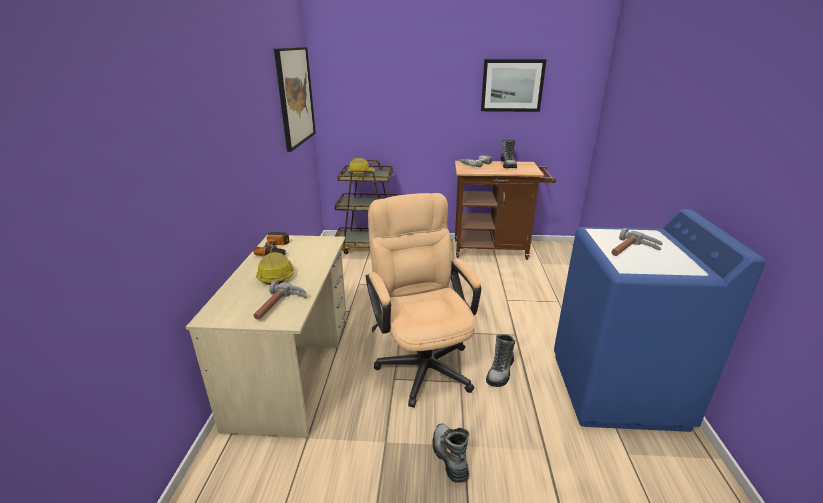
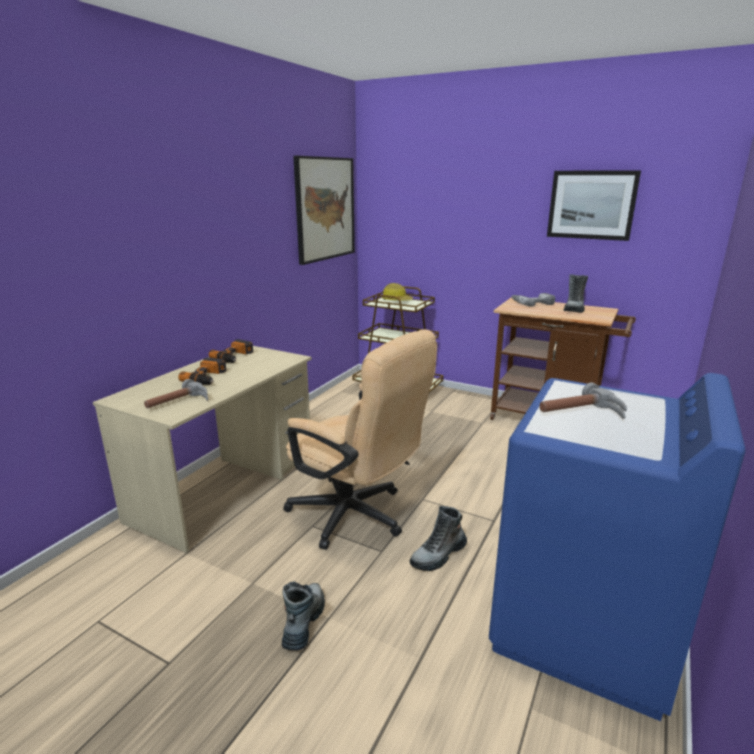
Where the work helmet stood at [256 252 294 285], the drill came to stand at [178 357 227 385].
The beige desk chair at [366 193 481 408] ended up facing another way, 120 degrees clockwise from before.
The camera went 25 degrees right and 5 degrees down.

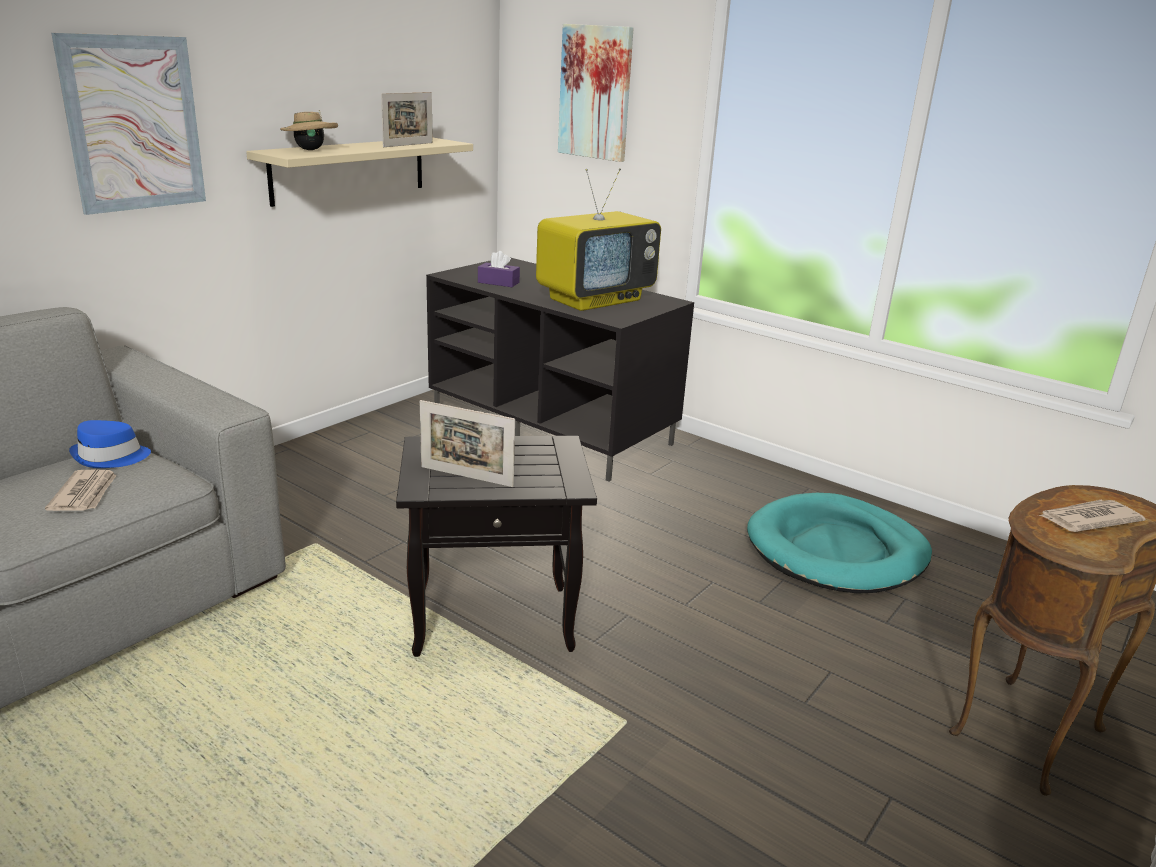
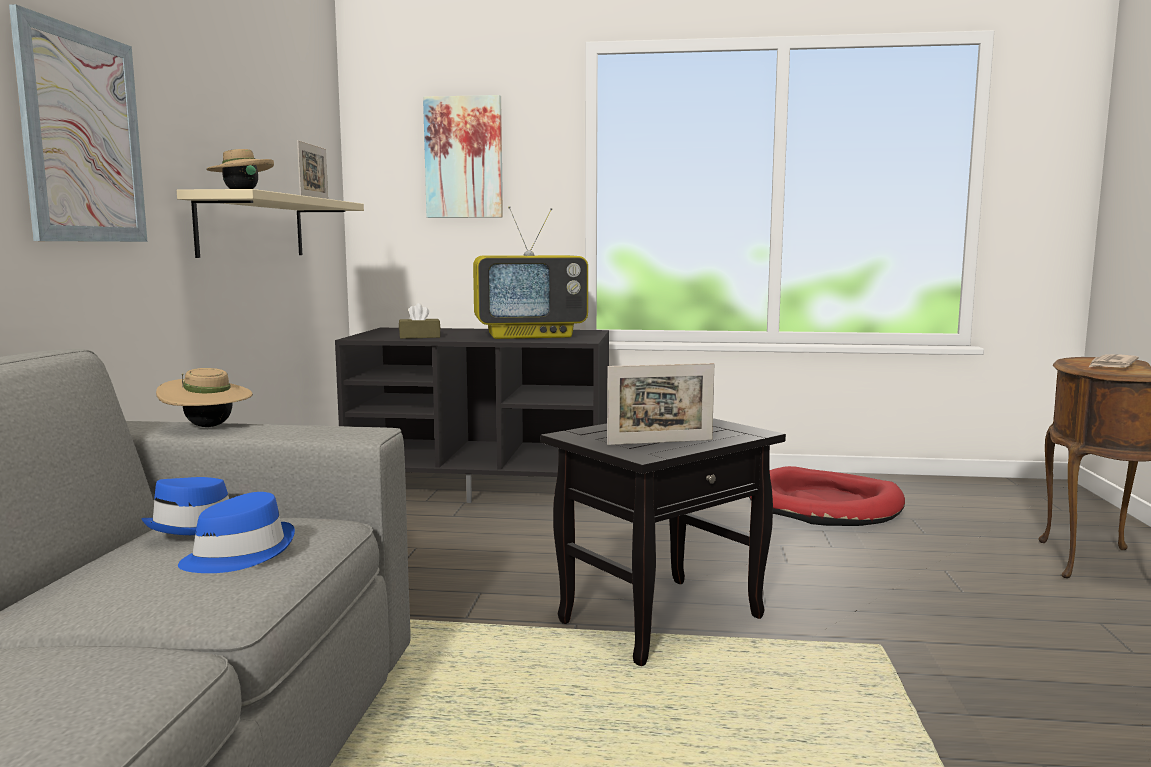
The second view gained the beige wearable hat at [156 368 253 427].
Where the daily paper stood at [45 469 117 511], the blue-coloured wearable hat came to stand at [178 492 295 573].
What was the purple tissue holder at [478 251 520 287] turned into the brown tissue holder at [399 303 440 339].
What was the turquoise dog bed at [747 493 932 594] turned into the red-coloured dog bed at [749 466 905 526].
The TV set at [536 168 661 311] ended up facing another way, 60 degrees clockwise from before.
The camera went 30 degrees left and 15 degrees down.

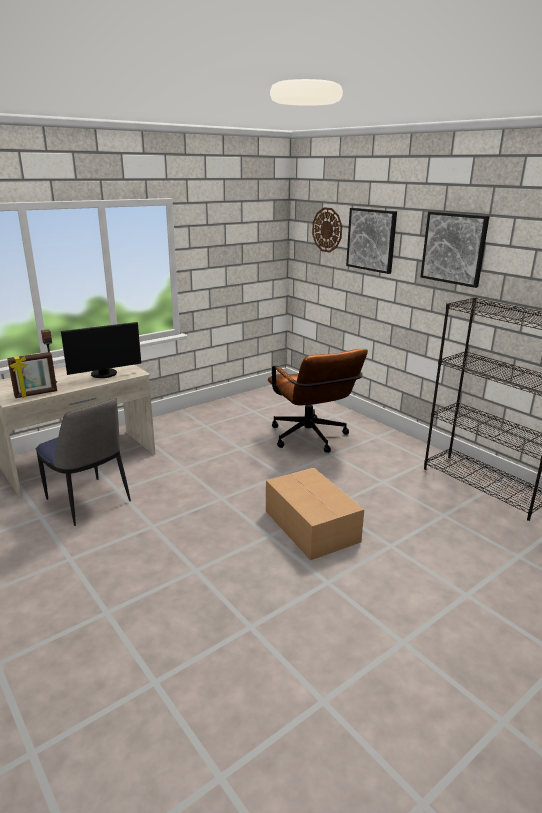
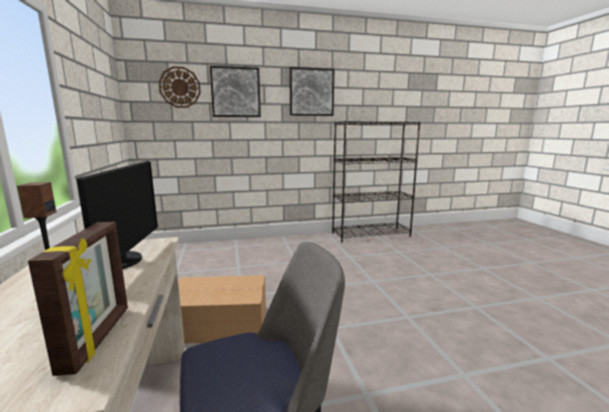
The second view lost the brown desk chair at [268 349 368 453].
The cardboard box ended up elsewhere, having gone from [266 468 364 560] to [178 275 266 344].
The camera went 65 degrees left and 10 degrees down.

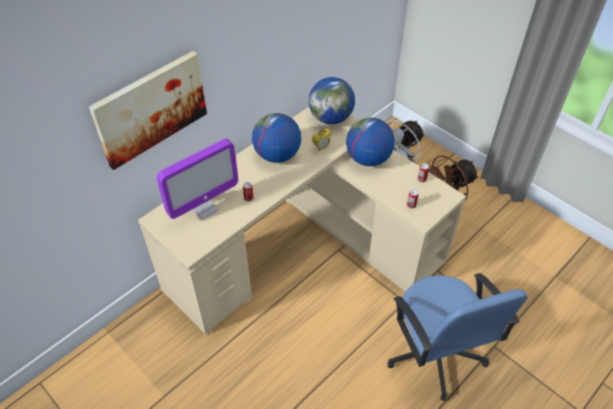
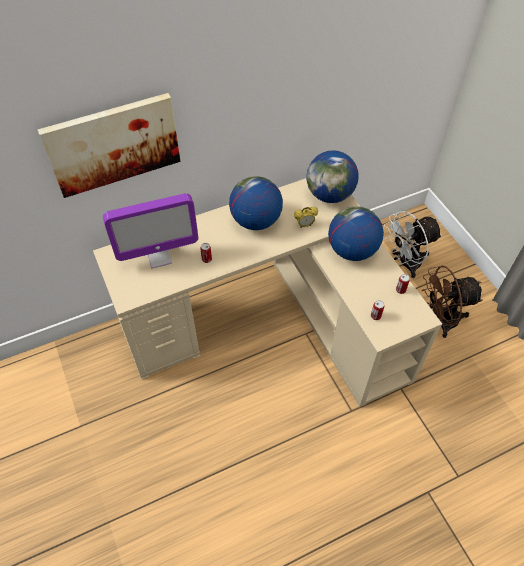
The second view lost the blue-coloured desk chair at [387 273 527 401].
The camera went 20 degrees right and 5 degrees up.

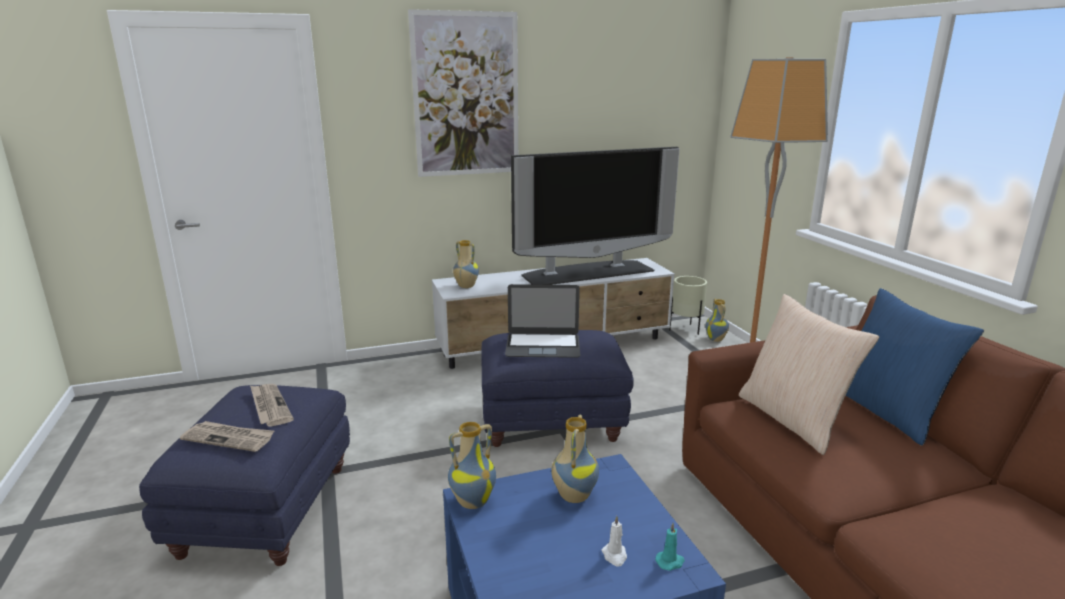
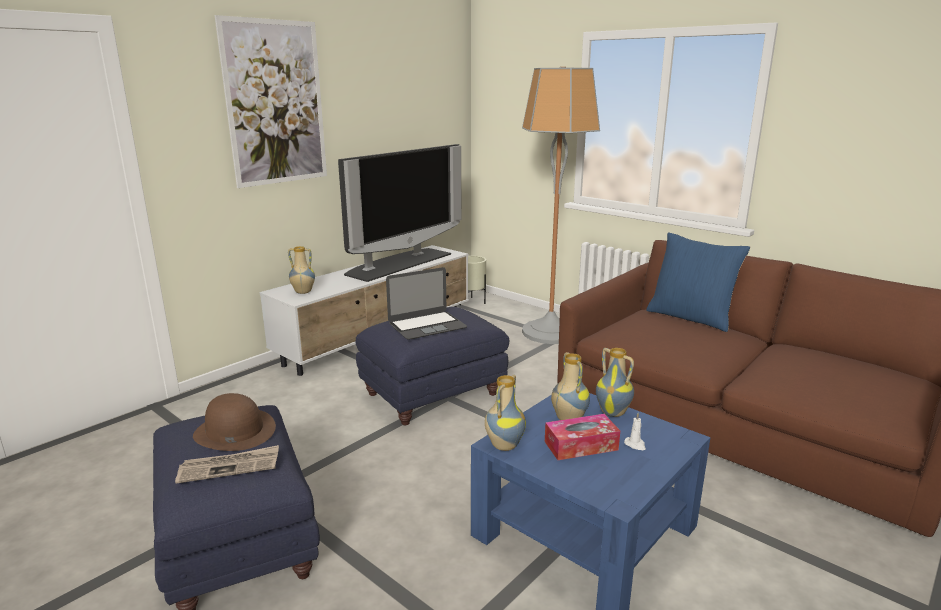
The second view lost the turquoise candle at [655 523 685 571].
The second view lost the beige throw pillow at [739 294 879 455].
The second view gained the tissue holder at [545 414 620 460].
The decorative vase ended up elsewhere, having gone from [705 299 729 342] to [596 348 634 417].
Where the daily paper stood at [250 384 294 427], the brown wearable hat came to stand at [193 393 276 451].
The camera went 30 degrees left and 0 degrees up.

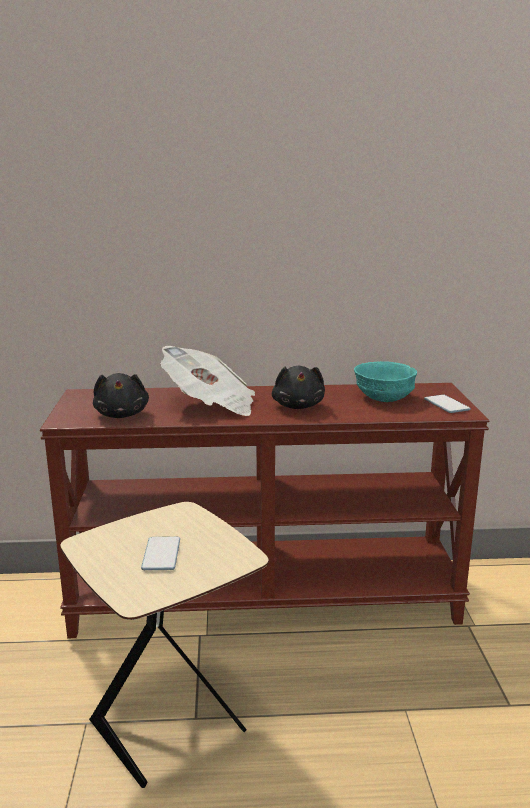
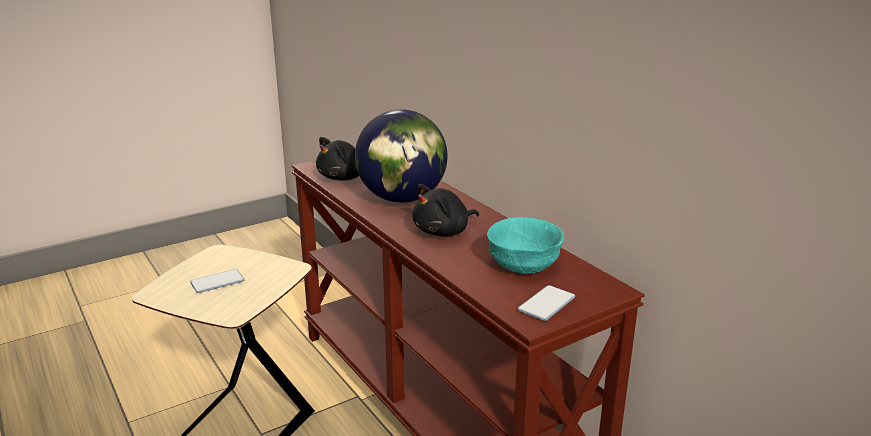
Where the daily paper stood at [160 346 255 416], the world globe came to stand at [355 109 447 203].
The camera went 60 degrees right and 5 degrees up.

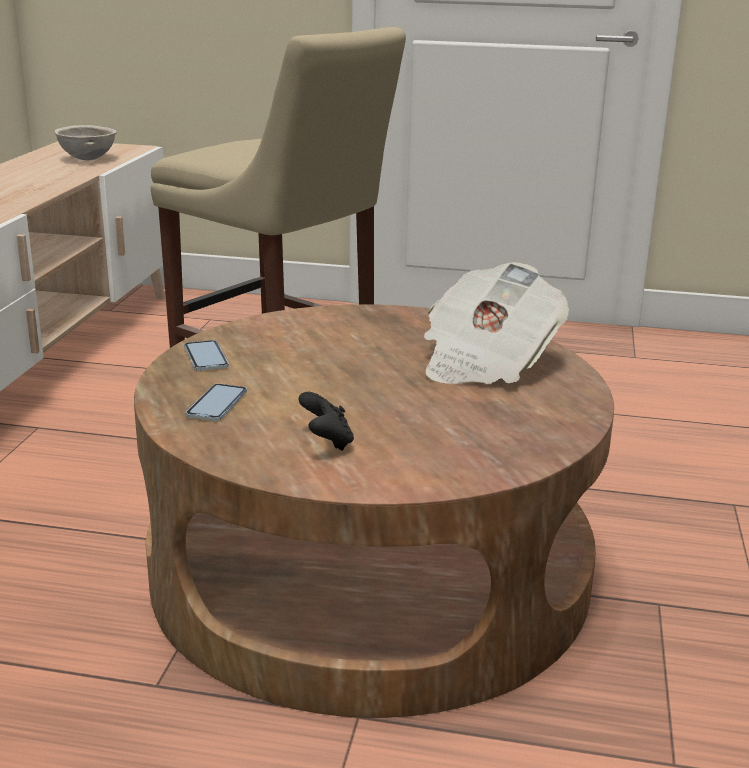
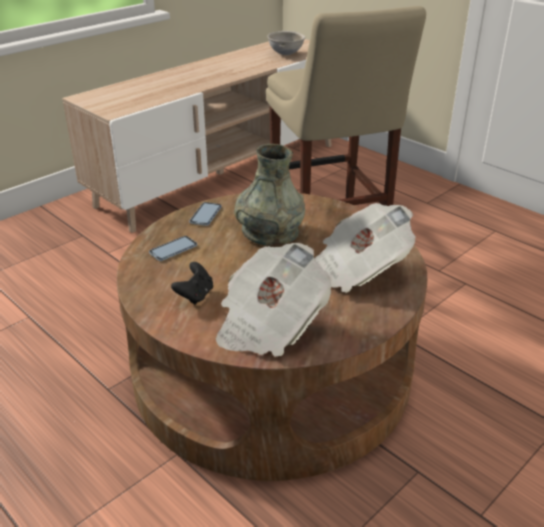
The second view gained the daily paper at [216 243 331 357].
The second view gained the greyish decorative vase at [234 144 305 246].
The camera went 35 degrees right and 10 degrees up.

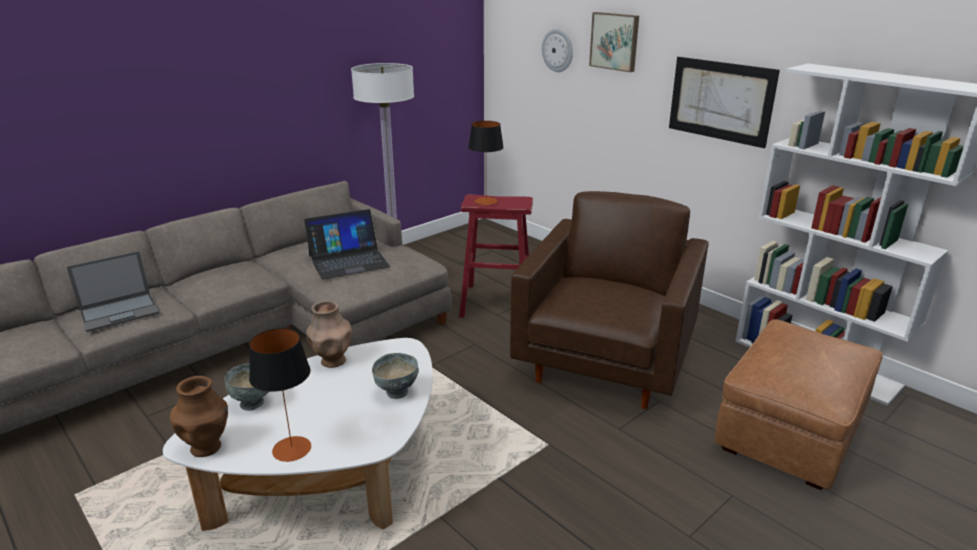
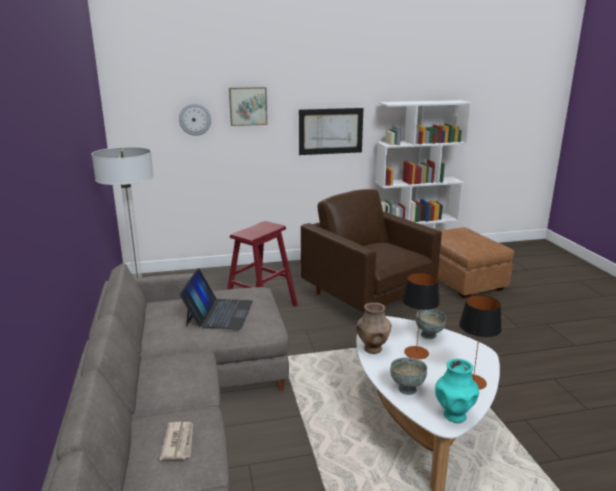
The tabletop lamp ended up elsewhere, having gone from [468 121 504 205] to [402 273 440 359].
Where the portable computer stood at [66 251 159 332], the daily paper came to stand at [160 422 193 460].
What was the brown decorative vase at [170 376 228 457] turned into the turquoise decorative vase at [435 359 479 423].
The camera went 60 degrees left and 5 degrees down.

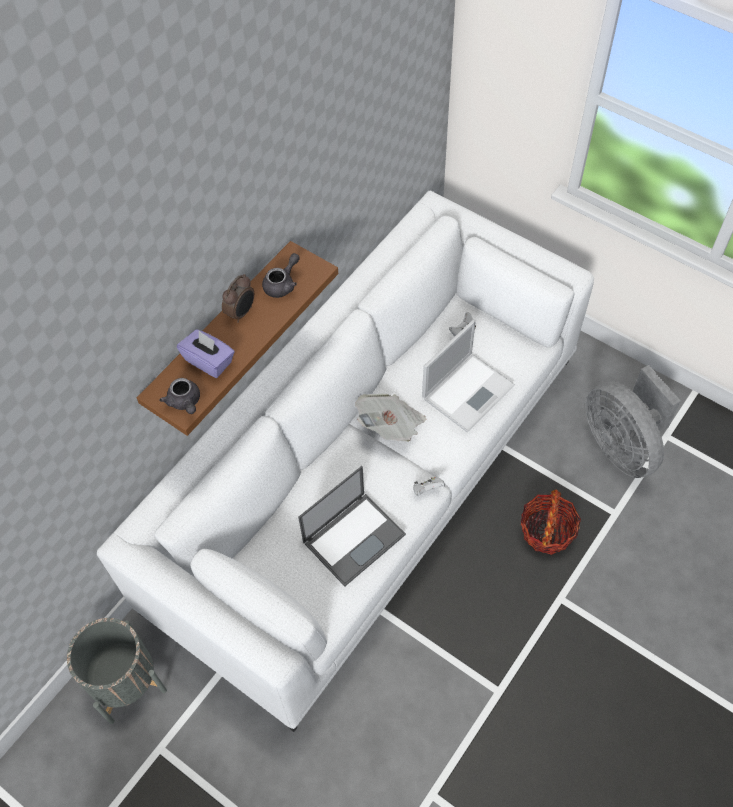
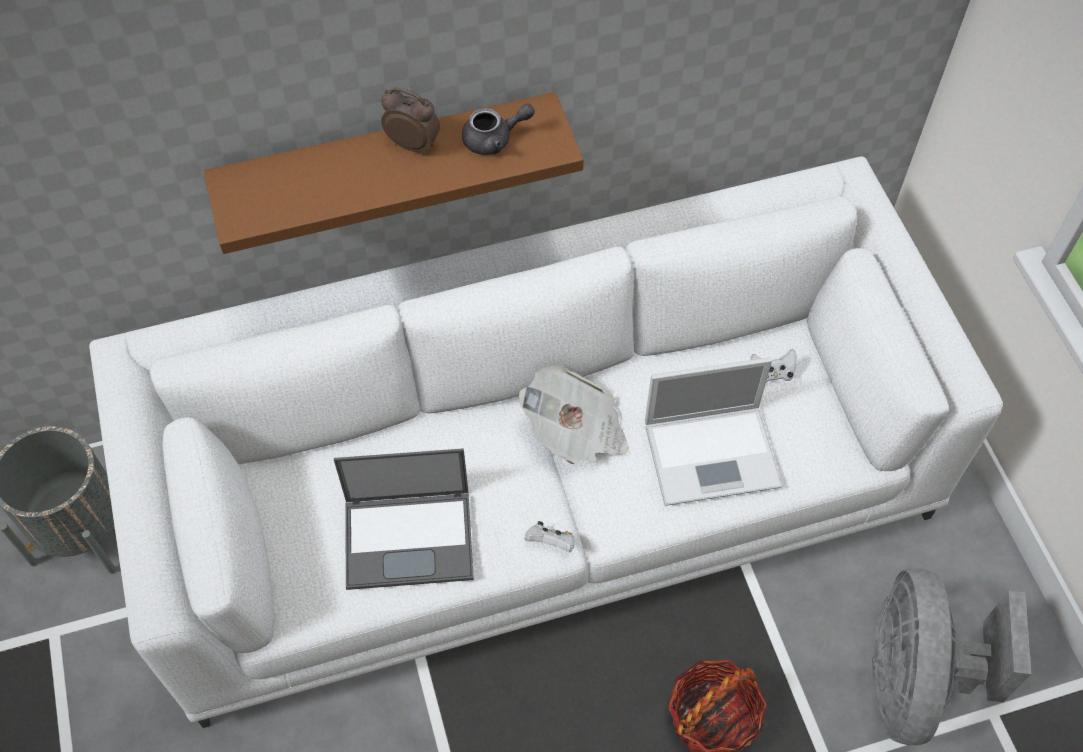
The second view lost the greyish teapot at [160 378 200 414].
The second view lost the purple tissue holder at [177 329 235 378].
The bedside clock at [222 274 254 323] ended up facing another way, 135 degrees counterclockwise from before.
The camera went 35 degrees right and 0 degrees up.

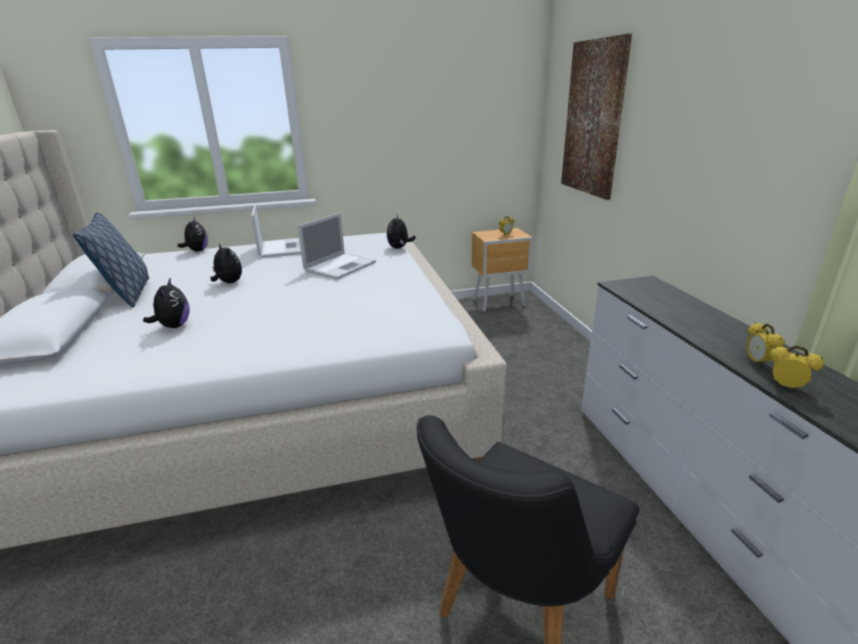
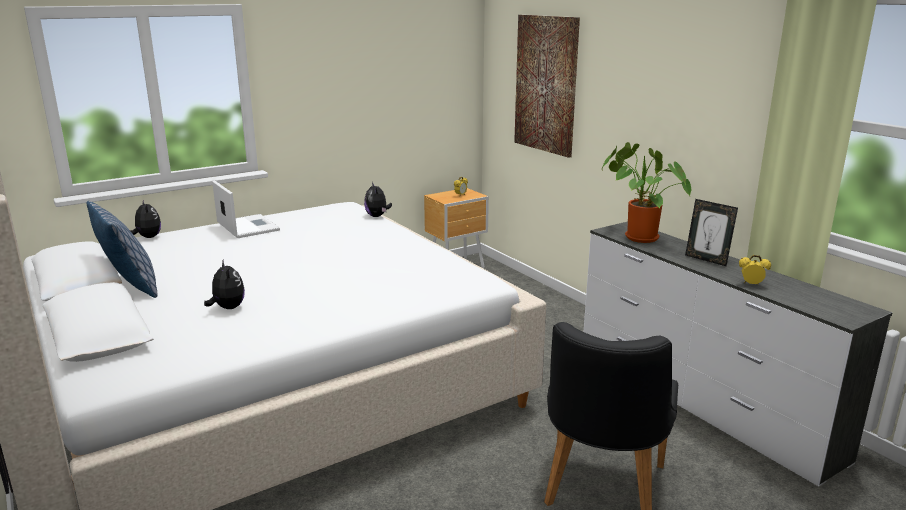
The second view lost the plush toy at [210 243 242 283].
The second view lost the portable computer at [297 213 376 279].
The second view lost the bedside clock at [746 322 785 367].
The second view gained the plant in a pot at [602 142 691 243].
The second view gained the photo frame at [685 199 738 266].
The camera went 20 degrees left and 5 degrees down.

